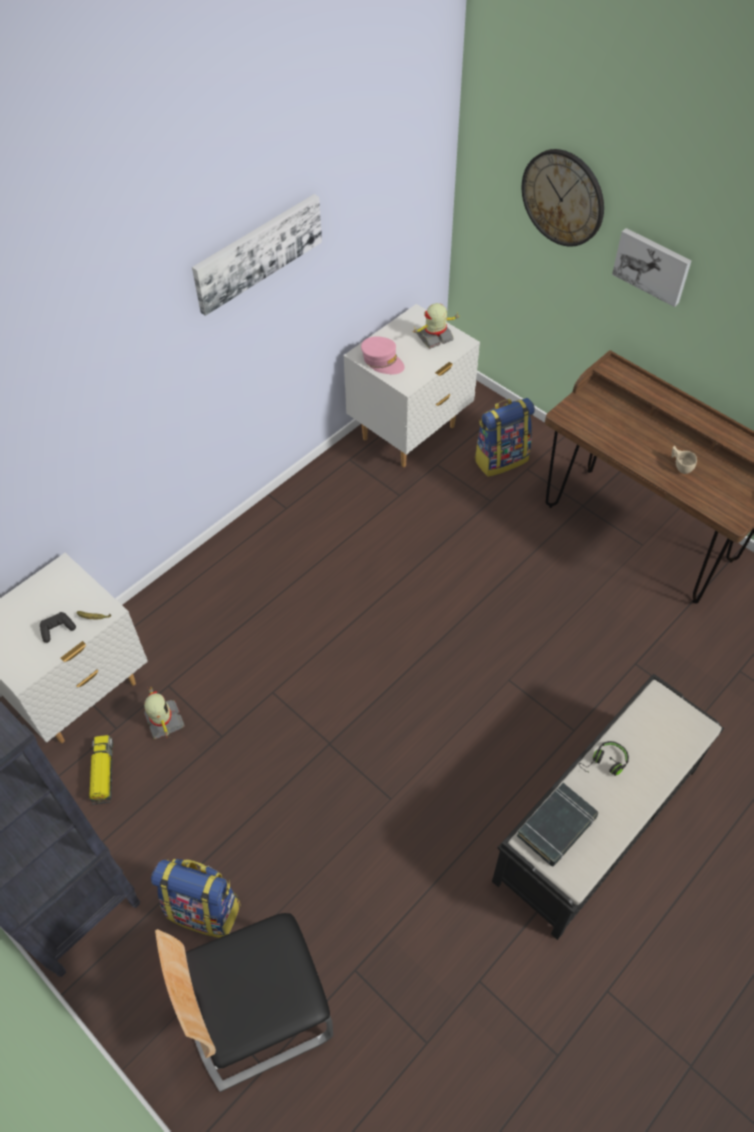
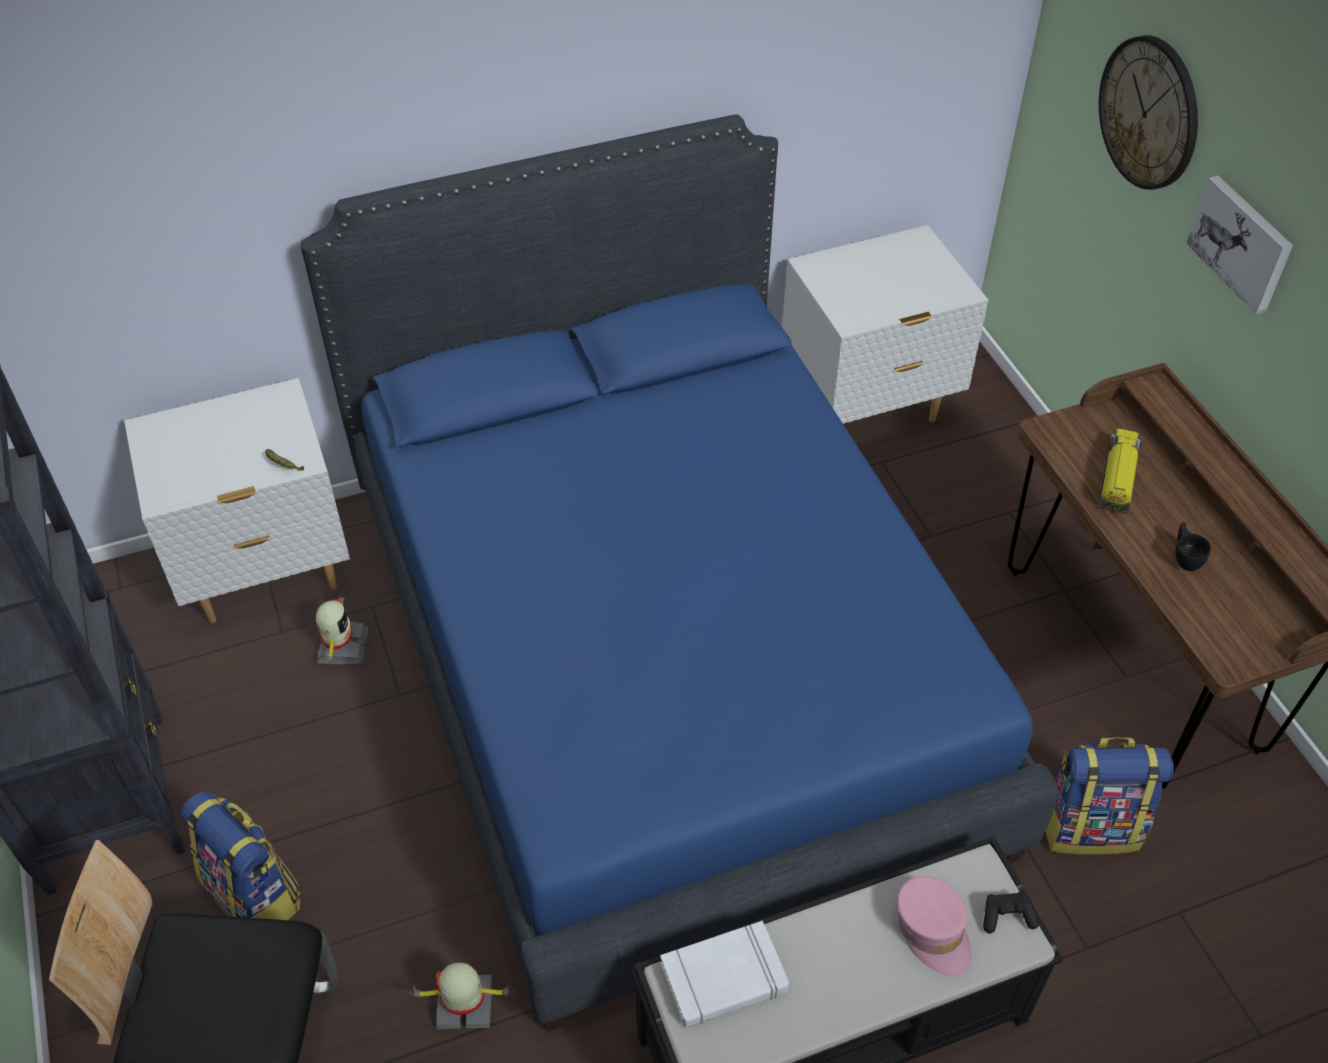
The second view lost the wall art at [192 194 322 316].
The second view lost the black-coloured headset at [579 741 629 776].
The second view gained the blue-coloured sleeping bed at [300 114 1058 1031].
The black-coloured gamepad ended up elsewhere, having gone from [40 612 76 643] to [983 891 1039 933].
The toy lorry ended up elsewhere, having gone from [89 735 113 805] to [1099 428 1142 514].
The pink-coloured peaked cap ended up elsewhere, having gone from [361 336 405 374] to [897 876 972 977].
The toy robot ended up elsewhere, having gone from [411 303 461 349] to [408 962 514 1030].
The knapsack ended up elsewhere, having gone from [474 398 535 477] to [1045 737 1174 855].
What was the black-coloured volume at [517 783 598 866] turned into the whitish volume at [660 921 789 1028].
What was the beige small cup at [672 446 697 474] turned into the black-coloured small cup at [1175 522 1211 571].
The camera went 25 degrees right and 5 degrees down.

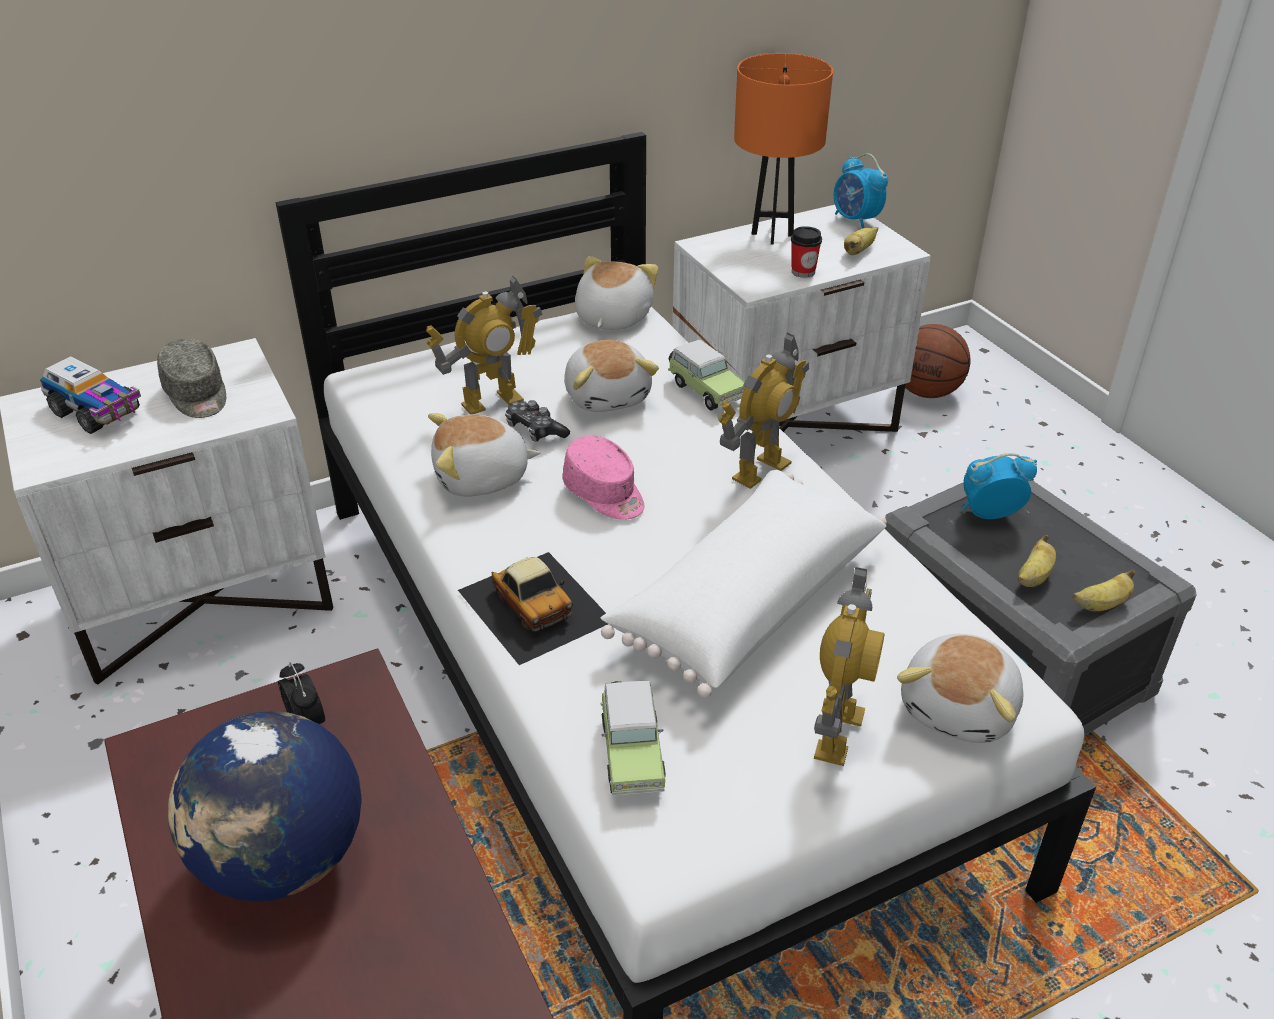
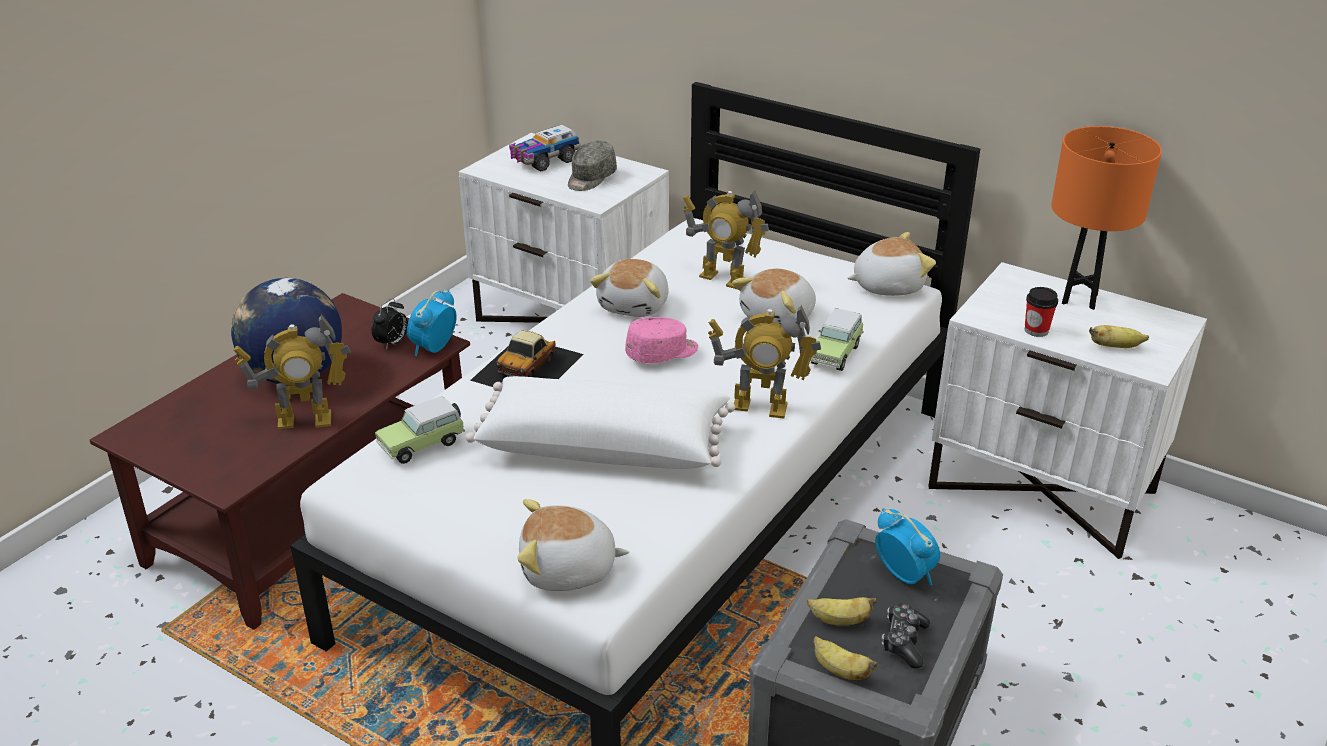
The second view lost the basketball ball at [905 324 971 398].
The gamepad ended up elsewhere, having gone from [505 400 570 442] to [882 603 930 668].
The toy robot ended up elsewhere, having gone from [814 567 884 766] to [233 314 350 429].
The bedside clock ended up elsewhere, having gone from [834 154 888 229] to [407 289 457 356].
The toy lorry at [40 356 141 434] ended up facing another way, 45 degrees clockwise from before.
The plush toy at [428 413 541 497] ended up facing another way, 120 degrees counterclockwise from before.
The pink-coloured peaked cap at [563 436 645 520] ended up facing another way, 135 degrees counterclockwise from before.
The camera went 60 degrees right and 5 degrees down.

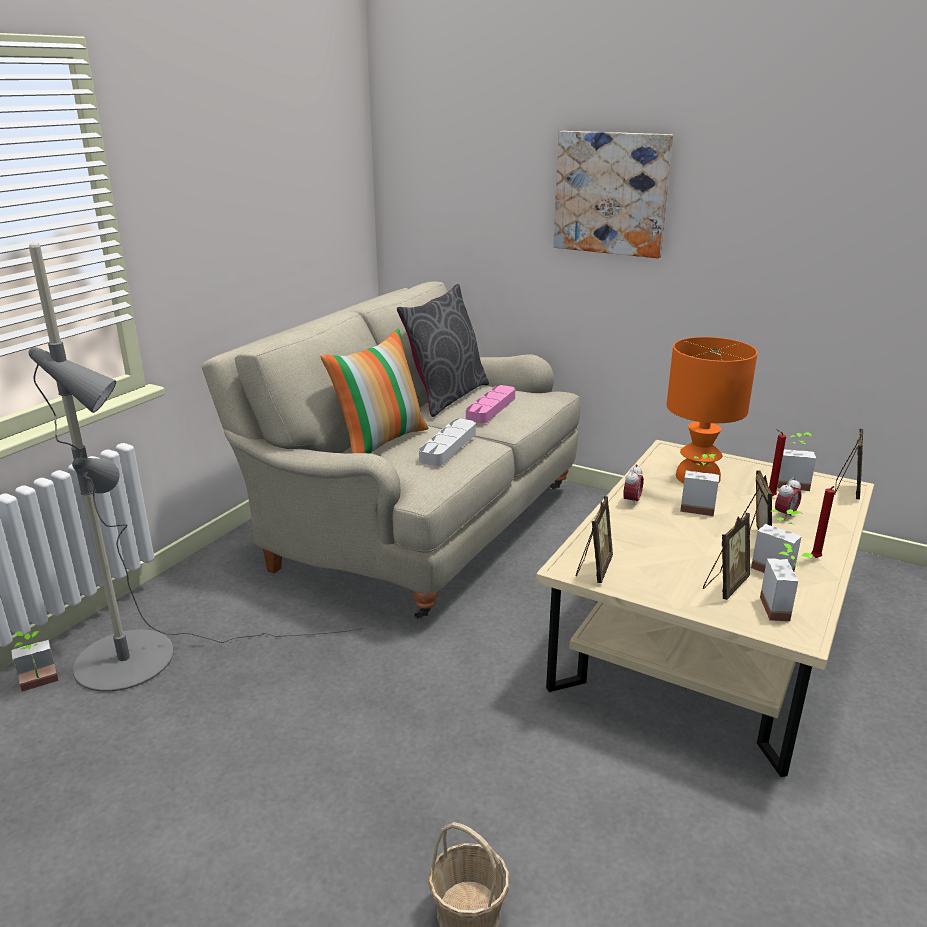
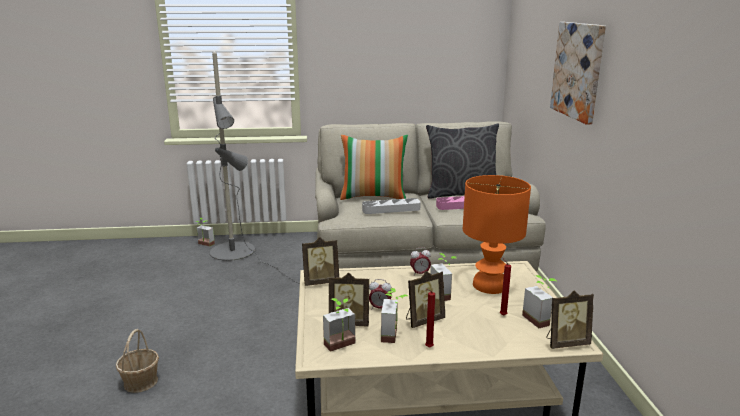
The bedside clock ended up elsewhere, having gone from [775 477 802 521] to [369 279 392 309].
The camera went 55 degrees right and 5 degrees down.

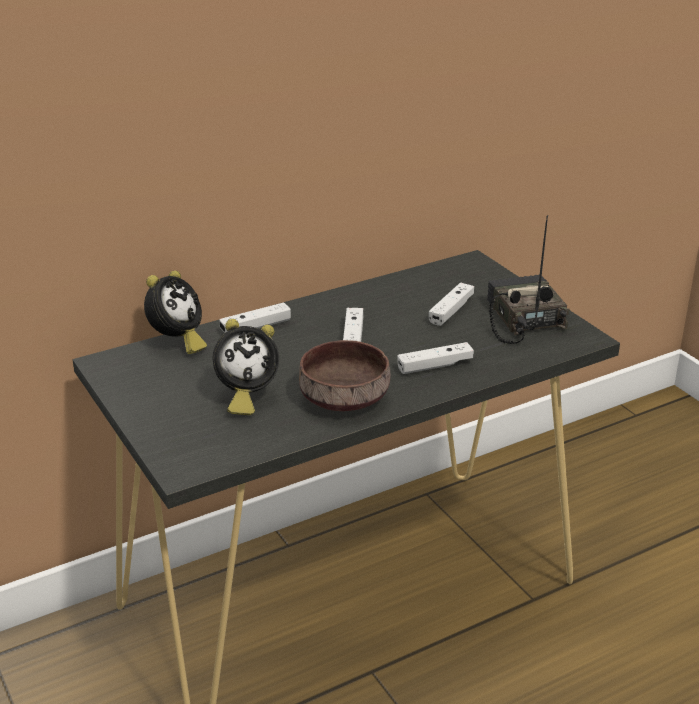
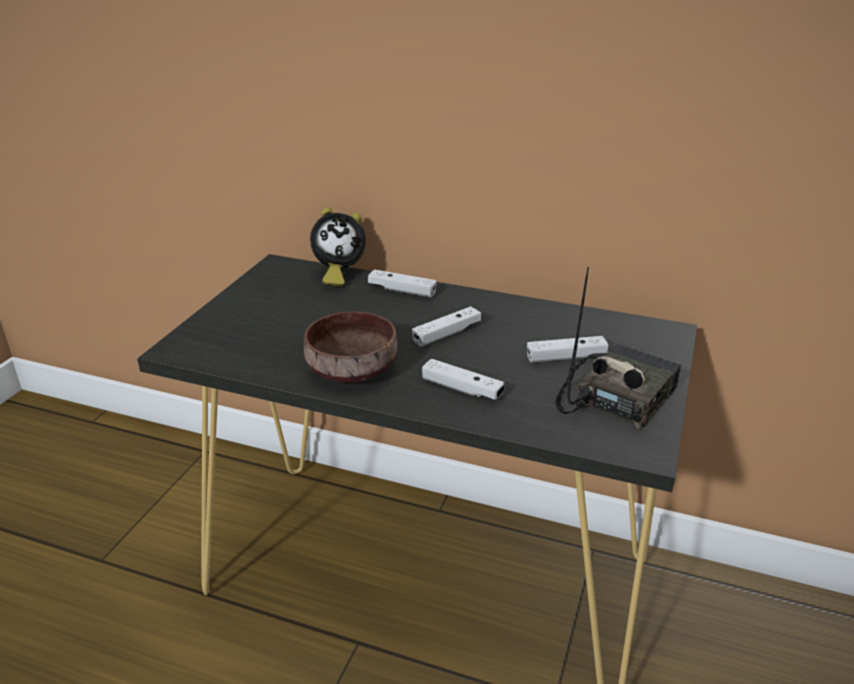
The second view lost the bedside clock at [213 319 279 415].
The camera went 50 degrees right and 0 degrees up.

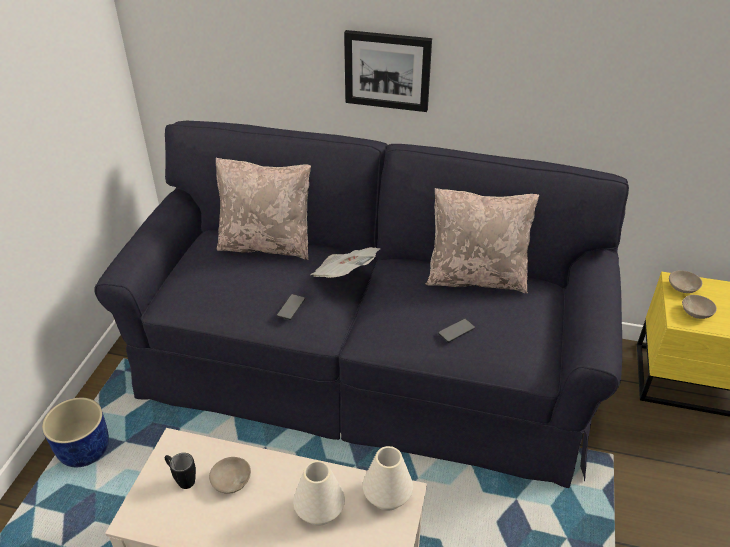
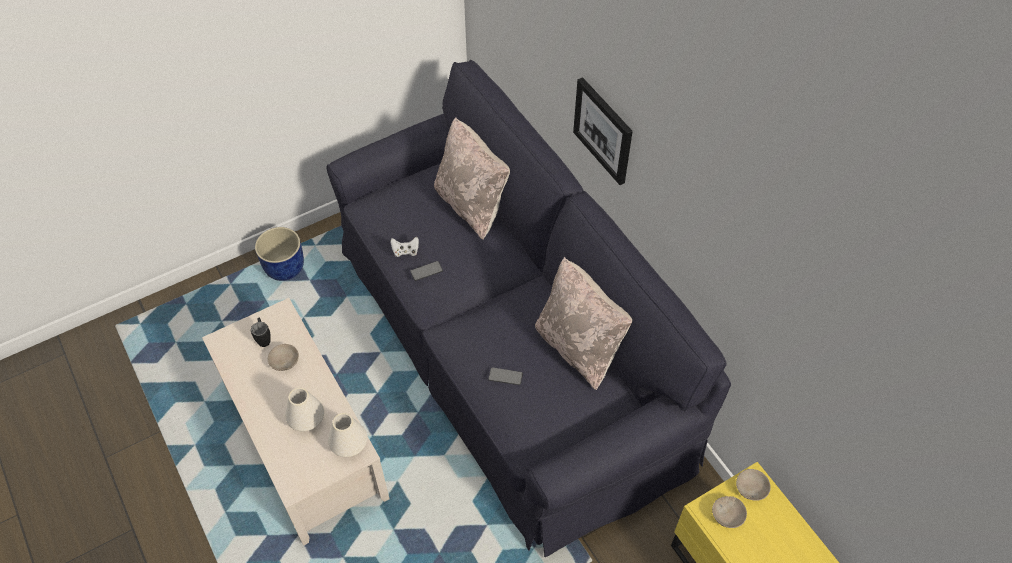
The second view lost the daily paper at [310 247 381 278].
The second view gained the whitish gamepad at [391 237 419 257].
The camera went 45 degrees right and 15 degrees up.

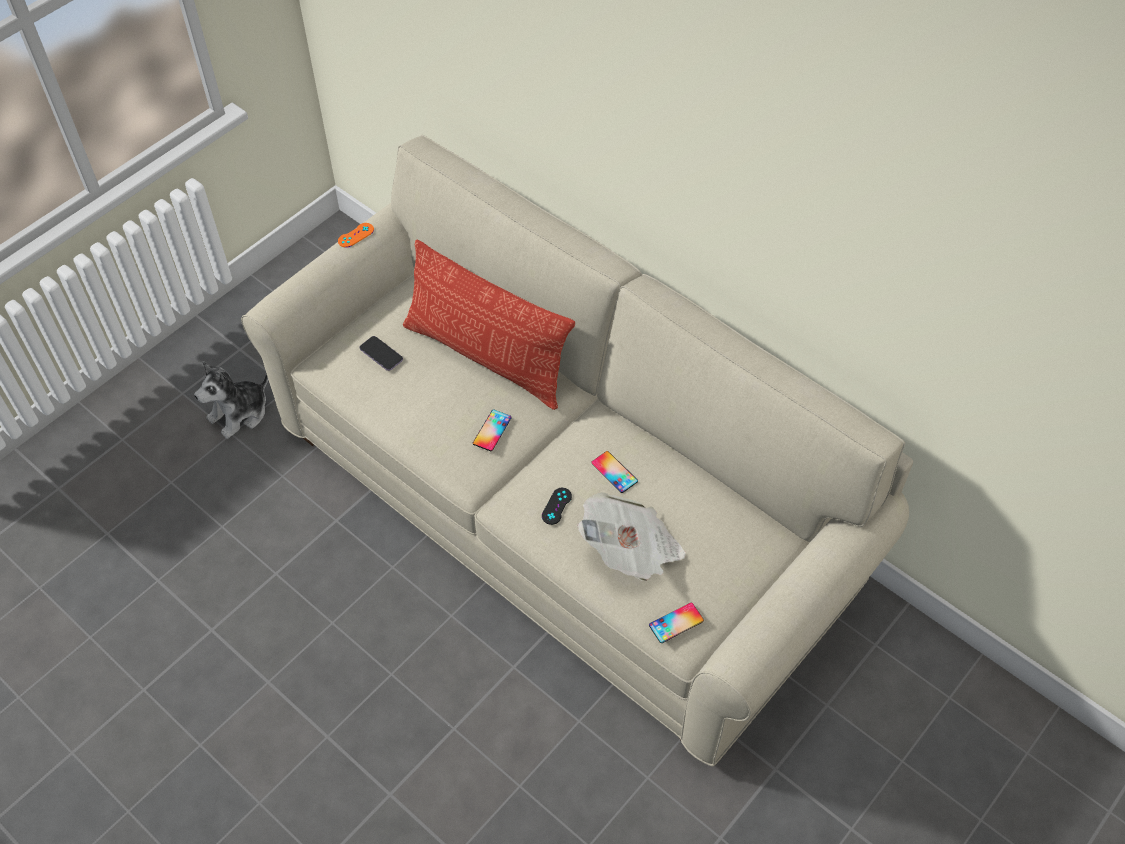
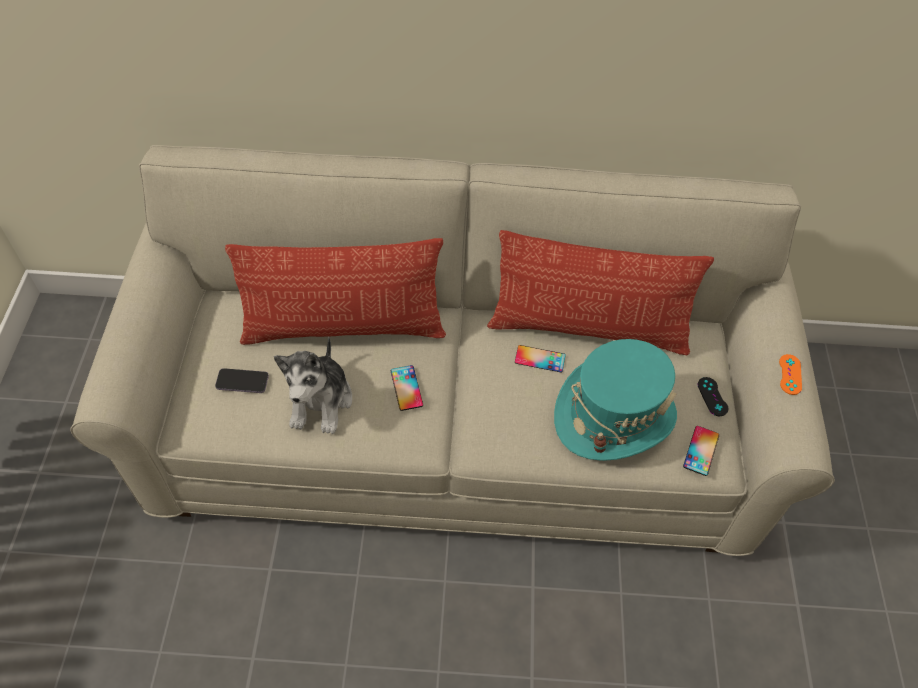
The second view gained the throw pillow at [487 230 714 355].
The plush toy ended up elsewhere, having gone from [194 361 268 439] to [274 337 352 434].
The orangey gamepad ended up elsewhere, having gone from [338 223 374 248] to [779 354 802 395].
The black-coloured gamepad ended up elsewhere, having gone from [542 488 572 525] to [698 377 728 416].
Where the daily paper stood at [577 492 686 581], the turquoise wearable hat came to stand at [554 339 677 461].
The camera went 40 degrees left and 0 degrees up.

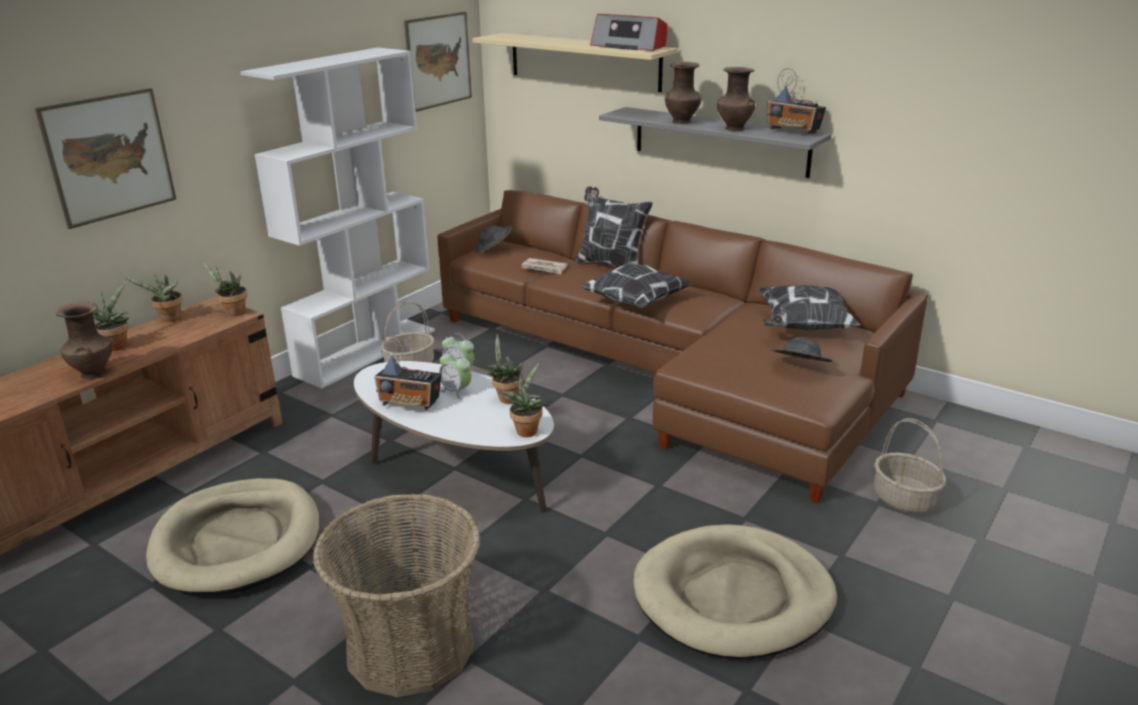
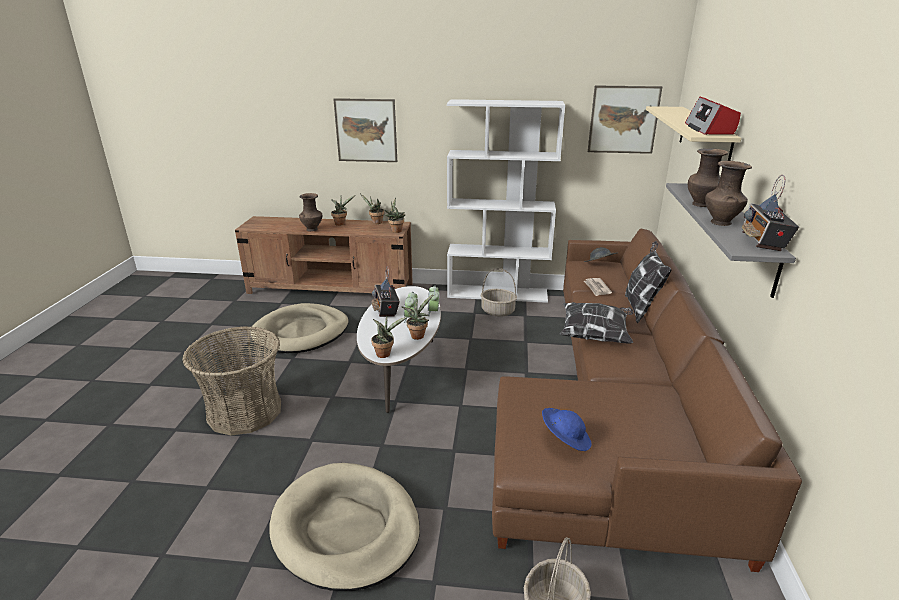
The second view lost the throw pillow at [758 285 861 330].
What was the greyish wearable hat at [771 337 833 362] turned into the blue-coloured wearable hat at [542 408 592 451].
The camera went 60 degrees right and 0 degrees up.

